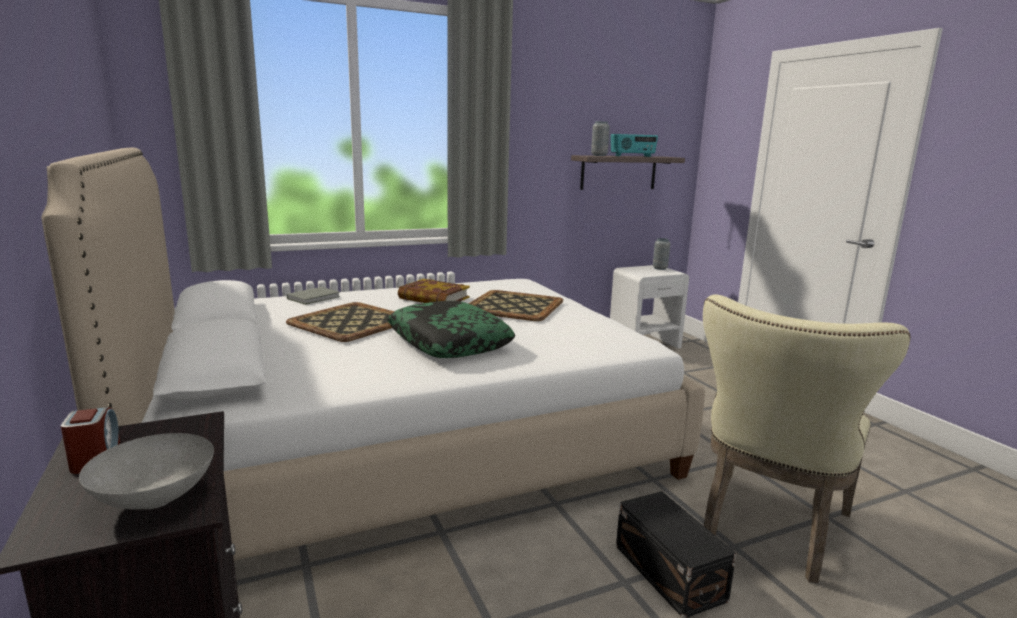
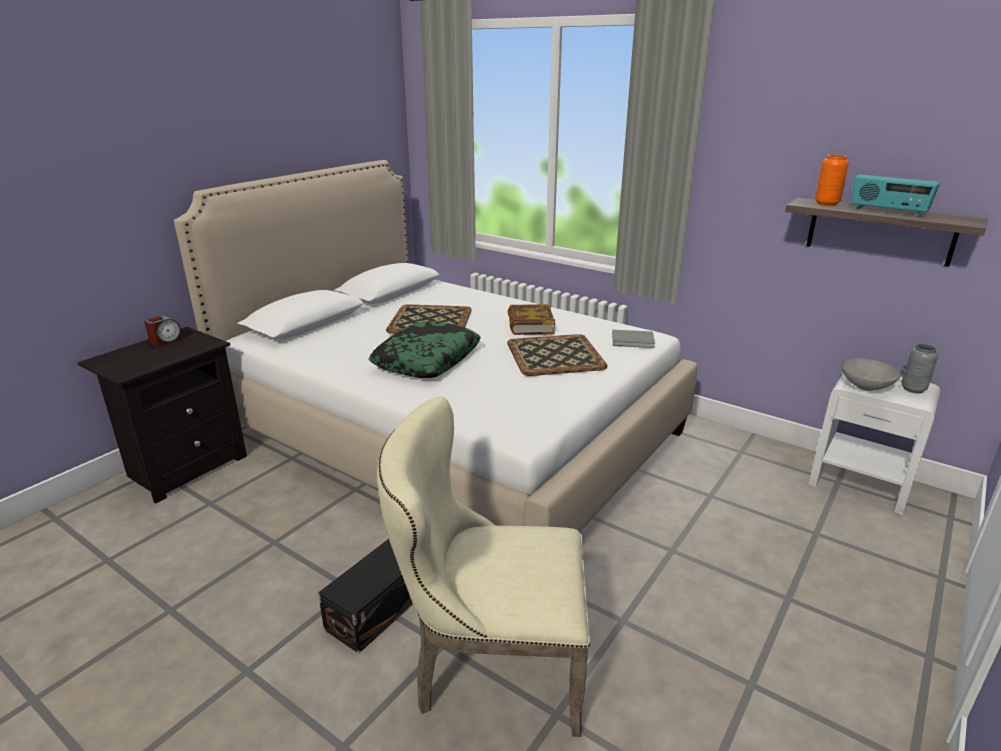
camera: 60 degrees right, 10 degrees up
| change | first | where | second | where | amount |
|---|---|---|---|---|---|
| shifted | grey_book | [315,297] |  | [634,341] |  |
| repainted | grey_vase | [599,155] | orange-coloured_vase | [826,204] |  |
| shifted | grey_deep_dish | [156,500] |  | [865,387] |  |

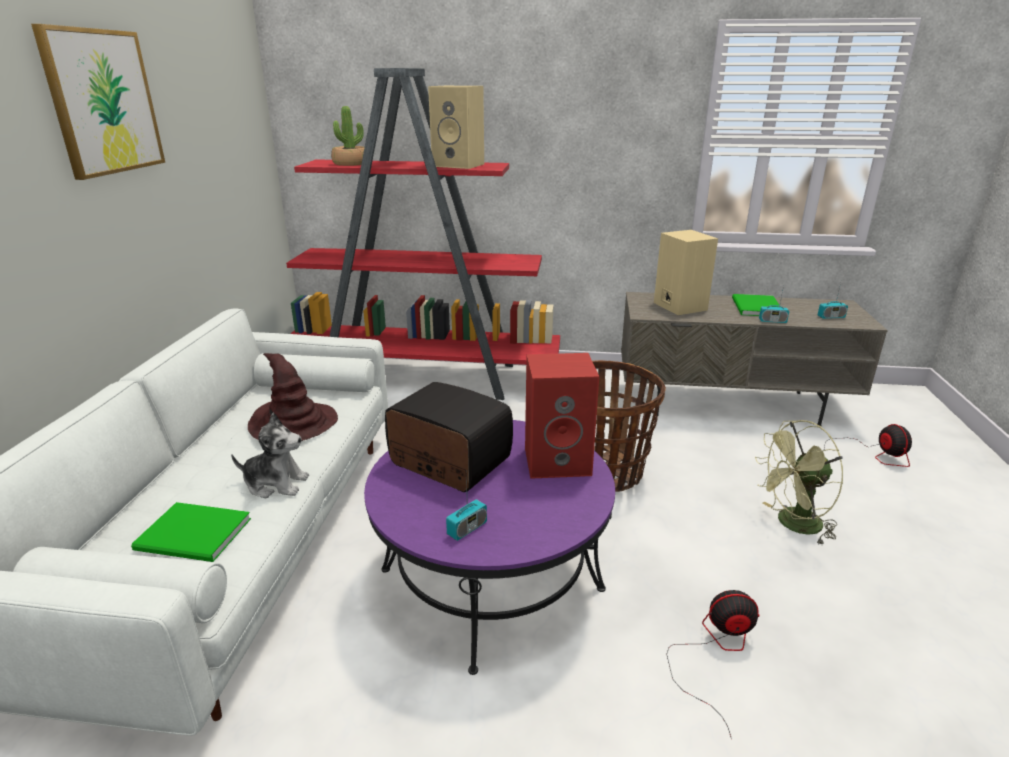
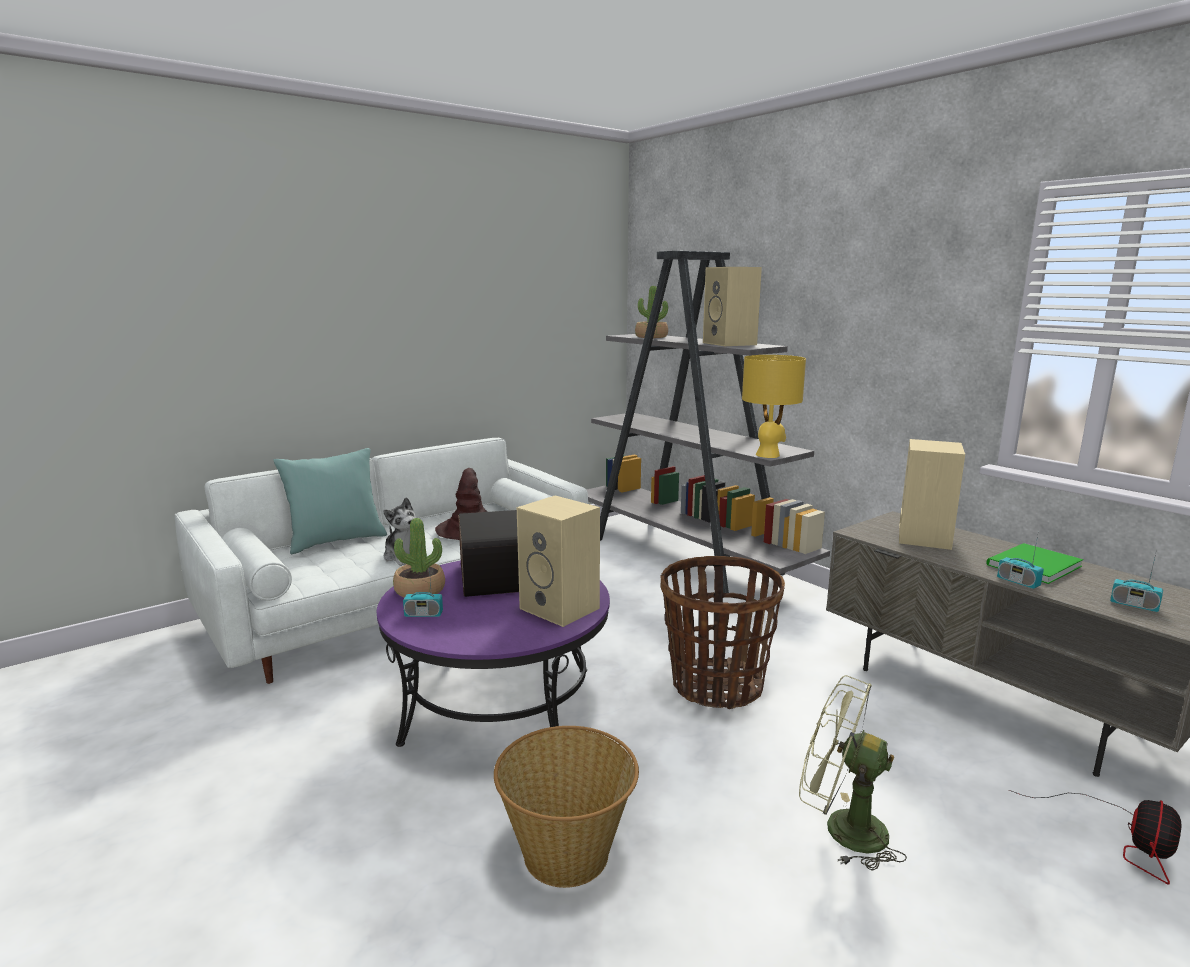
camera: 45 degrees right, 10 degrees down
| change | first | where | second | where | amount |
|---|---|---|---|---|---|
| new |  |  | turquoise-coloured_throw_pillow | [336,541] |  |
| new |  |  | plant_in_a_pot | [419,590] |  |
| swapped | cooling_fan | [716,651] | household_basket | [567,852] |  |
| repainted | red_audio_speaker | [559,461] | beige-coloured_audio_speaker | [562,608] |  |
| repainted | red_bookshelf | [423,377] | grey_bookshelf | [686,557] |  |
| new |  |  | yellowish_table_lamp | [768,455] |  |
| gone | wall_art | [103,102] |  |  |  |
| gone | green-coloured_book | [195,536] |  |  |  |

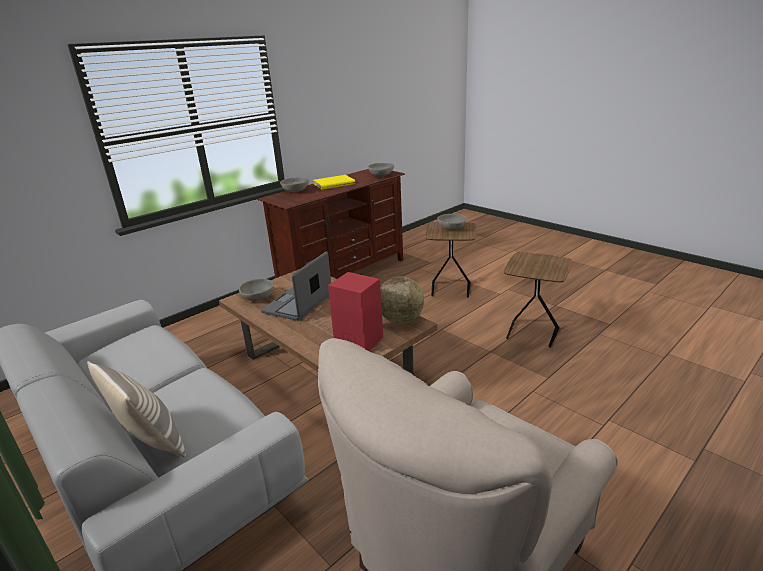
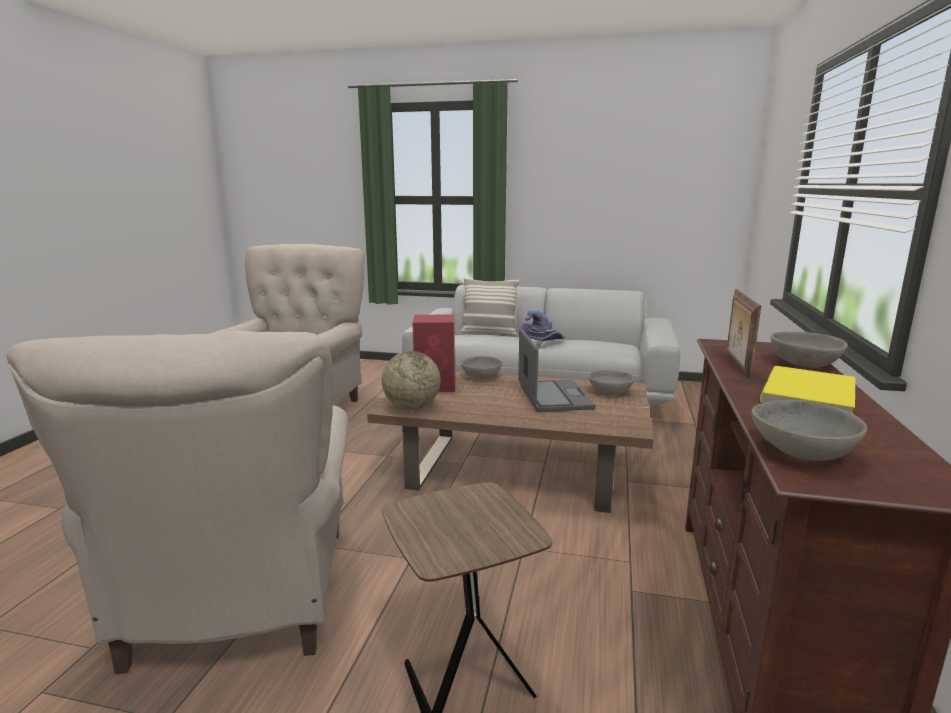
camera: 145 degrees right, 10 degrees down
| change | first | where | second | where | amount |
|---|---|---|---|---|---|
| swapped | brown_accent_table | [532,334] | beige-coloured_lounge_chair | [240,600] |  |
| shifted | grey_deep_dish | [452,228] |  | [480,377] |  |
| new |  |  | purple-coloured_wearable_hat | [542,342] |  |
| new |  |  | picture_frame | [736,365] |  |

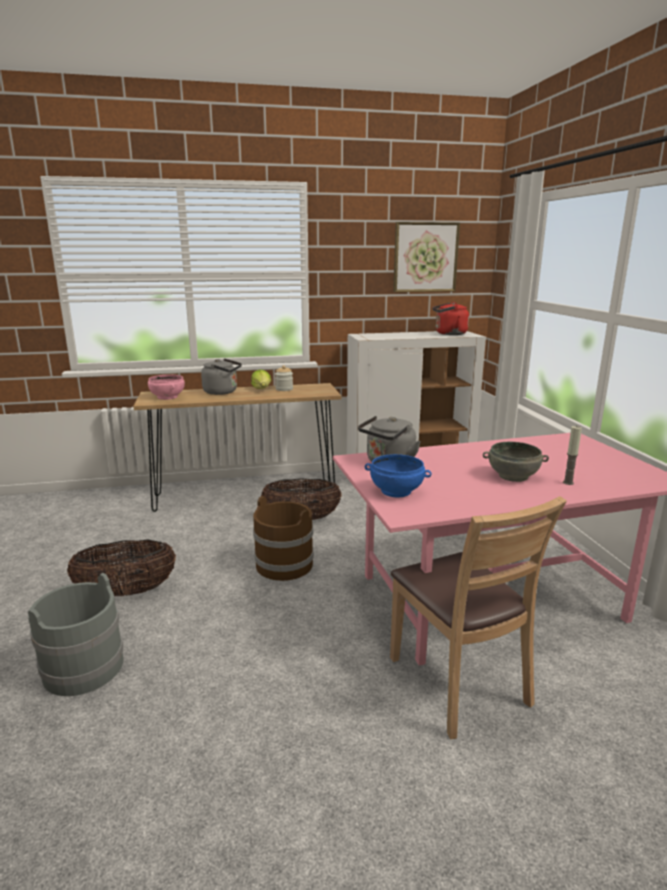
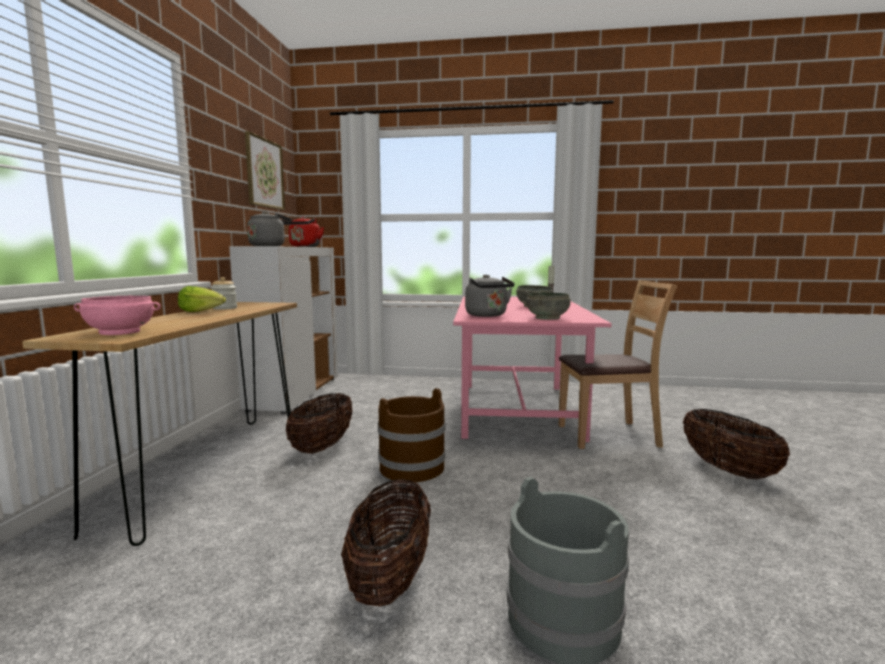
camera: 70 degrees left, 10 degrees down
| change | first | where | second | where | amount |
|---|---|---|---|---|---|
| shifted | grey_tea_kettle | [222,392] |  | [268,246] |  |
| repainted | blue-coloured_deep_dish | [396,491] | grey_deep_dish | [548,318] |  |
| new |  |  | household_basket | [728,470] |  |

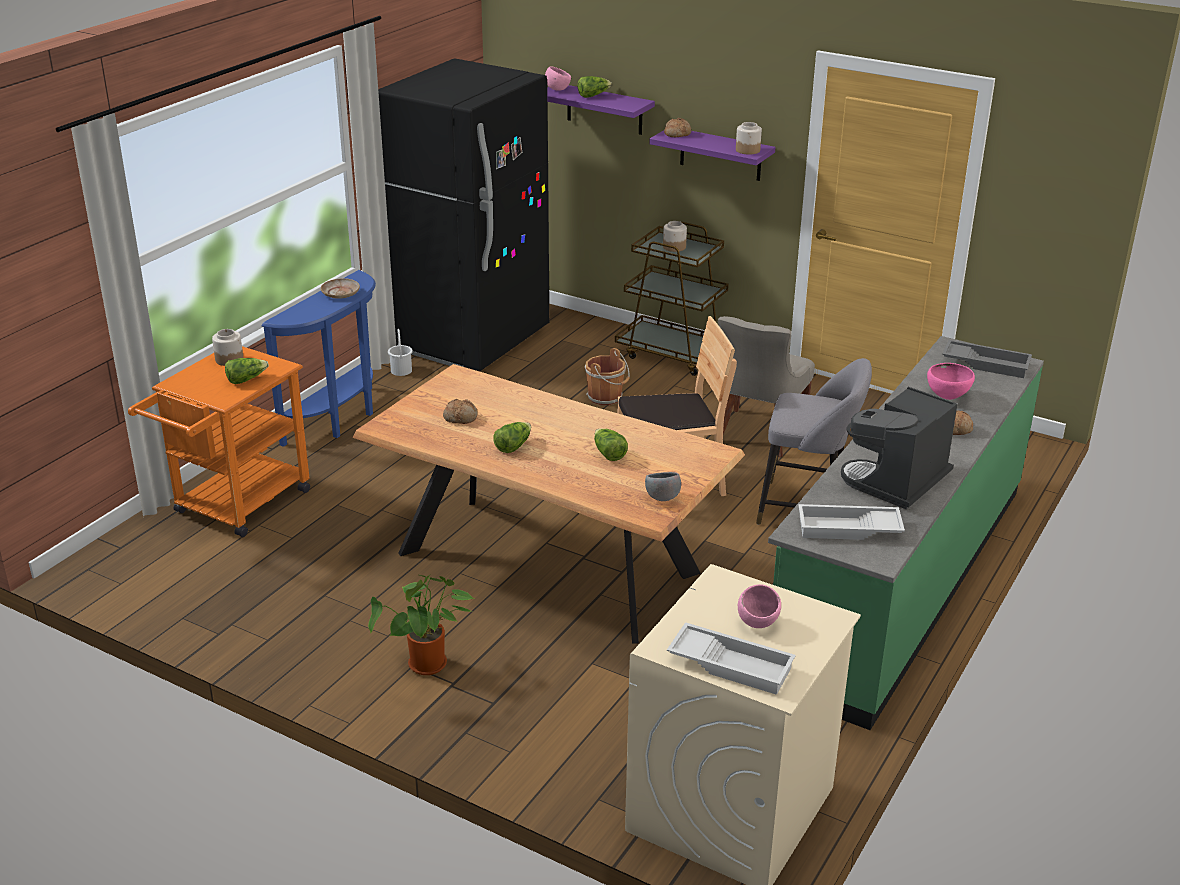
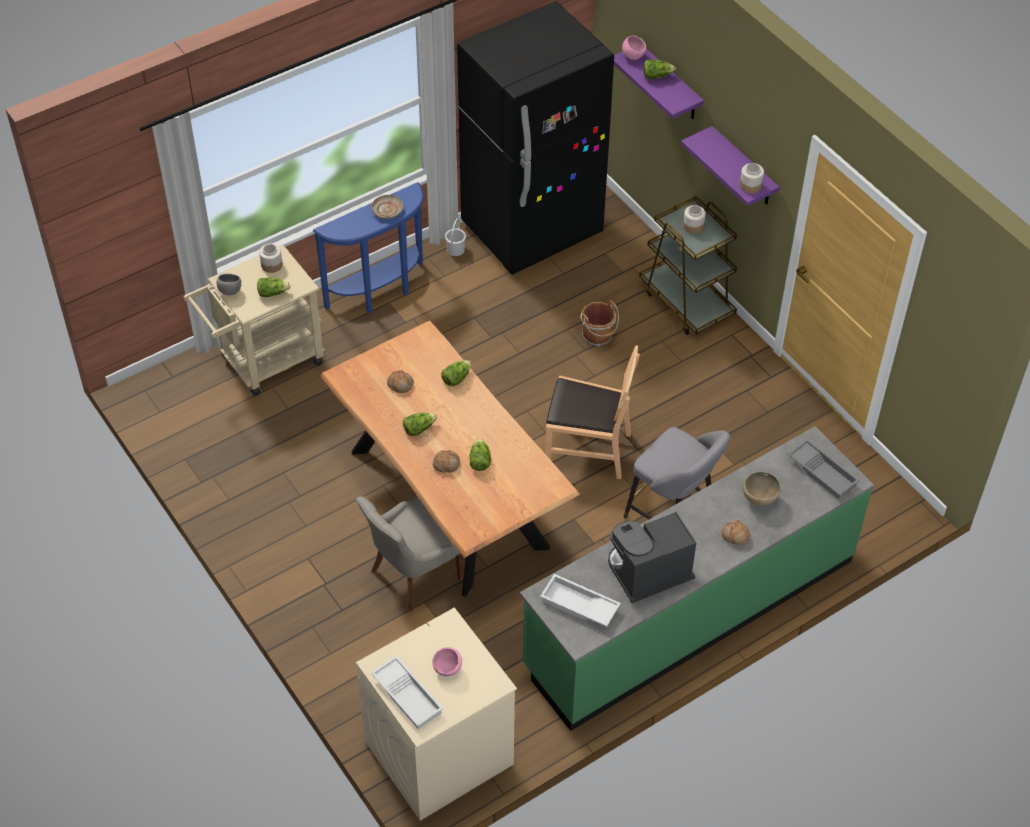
camera: 25 degrees right, 20 degrees up
| change | first | where | second | where | amount |
|---|---|---|---|---|---|
| repainted | orange-coloured_cart | [235,507] | beige-coloured_cart | [264,362] |  |
| shifted | grey_deep_dish | [662,498] |  | [230,291] |  |
| shifted | grey_chair | [758,434] |  | [413,574] |  |
| shifted | bakery_bread | [677,134] |  | [446,464] |  |
| new |  |  | lettuce | [456,378] |  |
| repainted | pinkish_deep_dish | [947,397] | brown_deep_dish | [759,499] |  |
| gone | plant_in_a_pot | [427,668] |  |  |  |

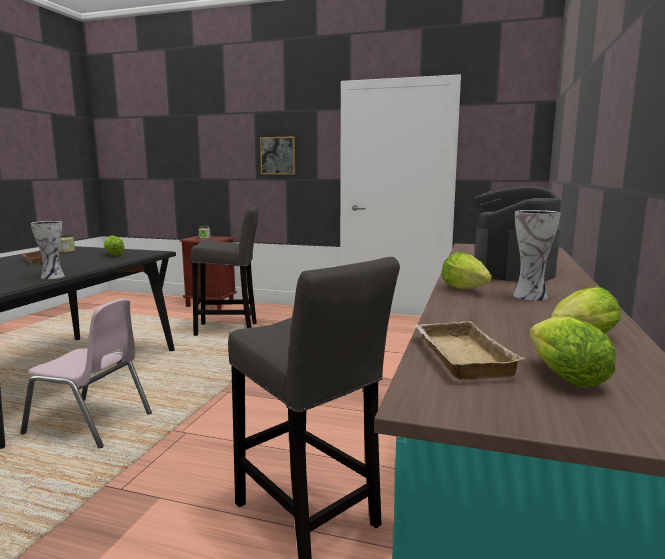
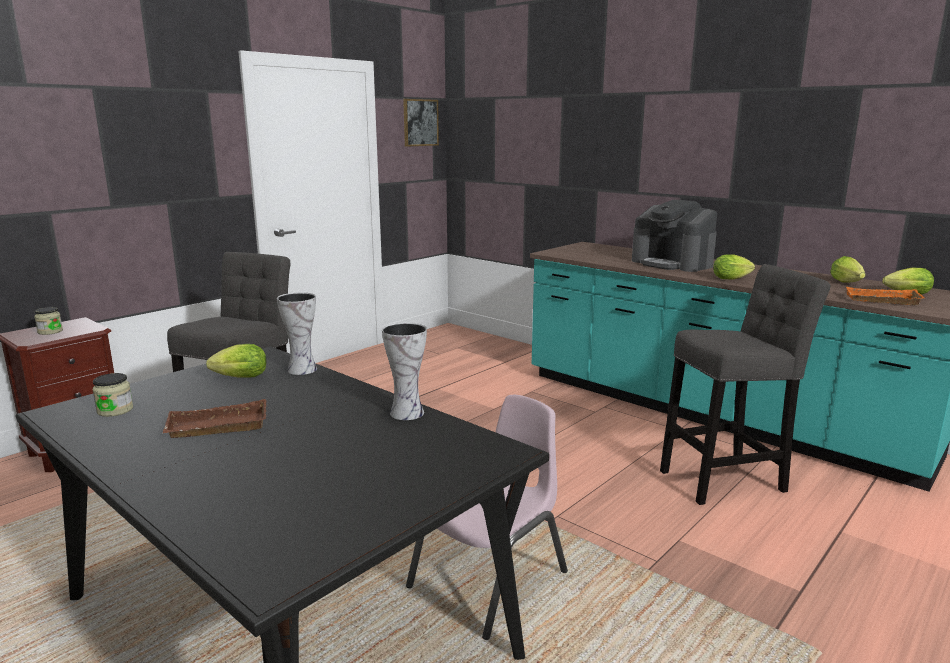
camera: 65 degrees left, 5 degrees up
| change | first | where | second | where | amount |
|---|---|---|---|---|---|
| shifted | vase | [530,296] |  | [301,369] |  |
| shifted | wall_art | [278,155] |  | [420,122] |  |
| repainted | beige-coloured_carrying_tray | [458,356] | orange-coloured_carrying_tray | [881,301] |  |

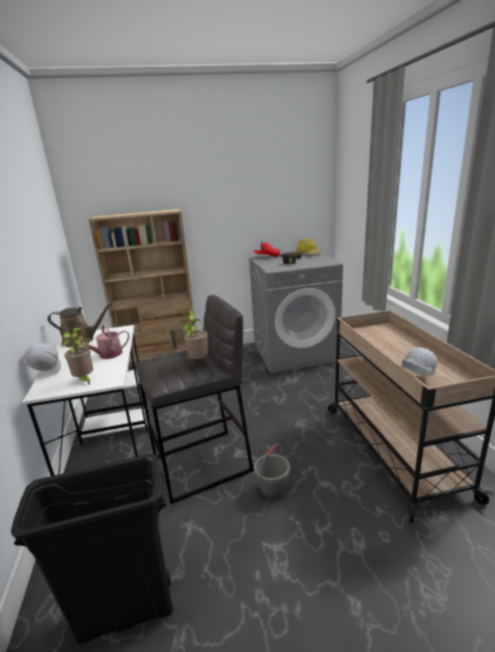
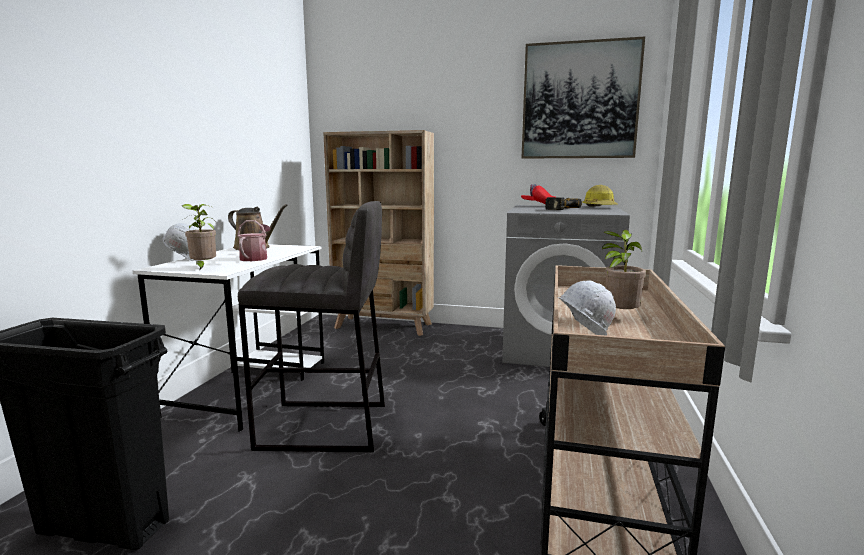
camera: 25 degrees right, 10 degrees down
| change | first | where | second | where | amount |
|---|---|---|---|---|---|
| rotated | watering_pot | [107,355] |  | [255,258] | 105 degrees clockwise |
| new |  |  | wall_art | [579,101] |  |
| shifted | plant_in_a_pot | [197,362] |  | [619,317] |  |
| gone | grey_water_bucket | [272,489] |  |  |  |

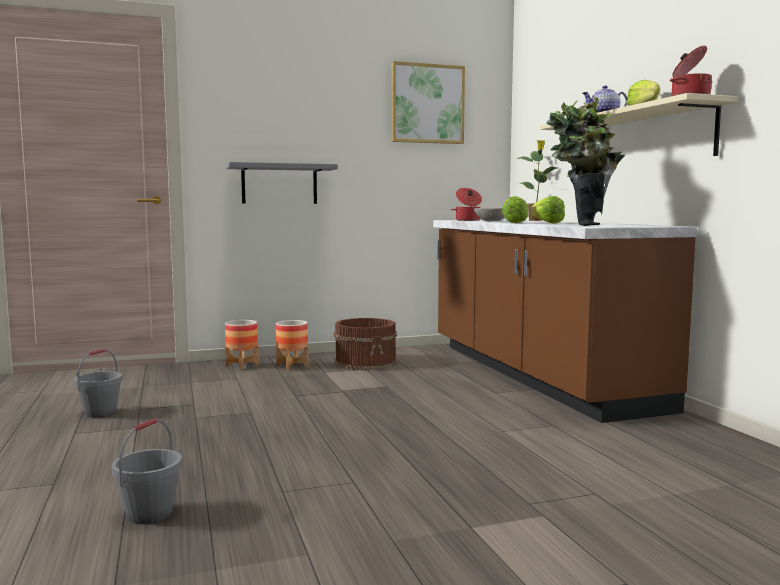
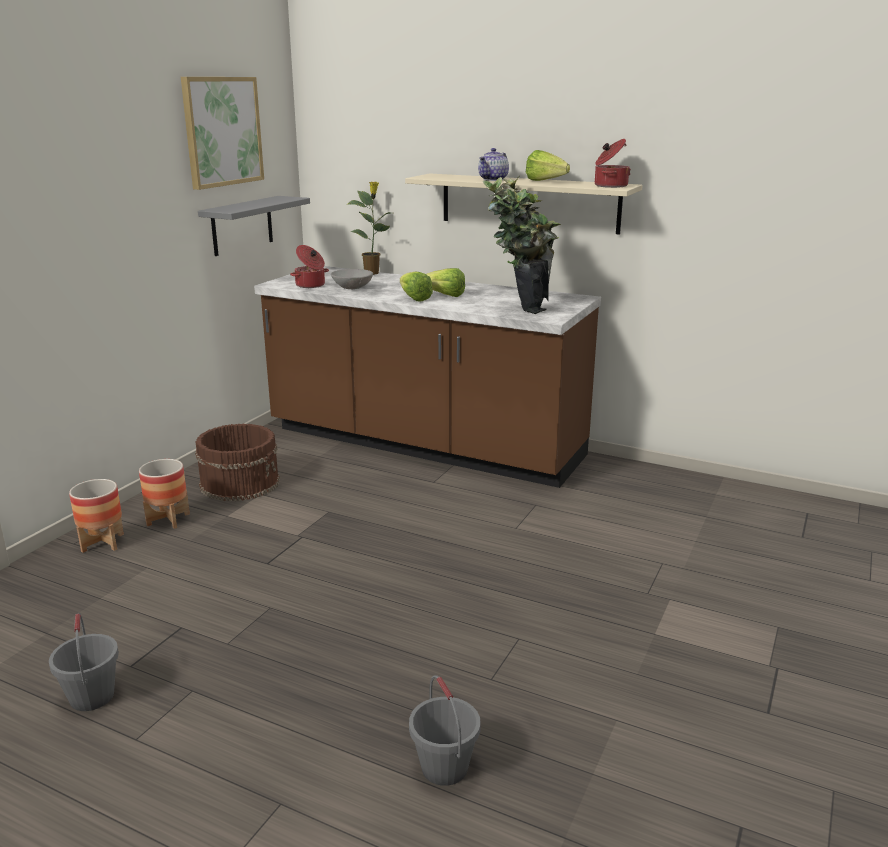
camera: 45 degrees left, 15 degrees up
| change | first | where | second | where | amount |
|---|---|---|---|---|---|
| shifted | grey_wall_shelf | [279,184] |  | [242,225] |  |

